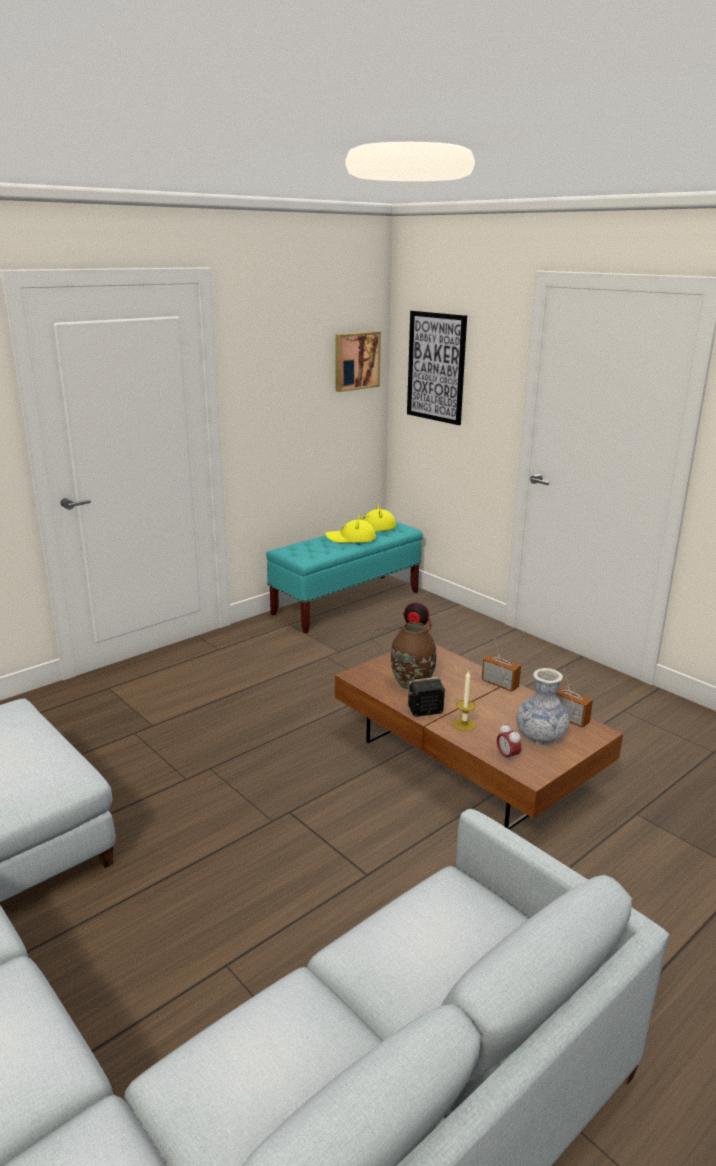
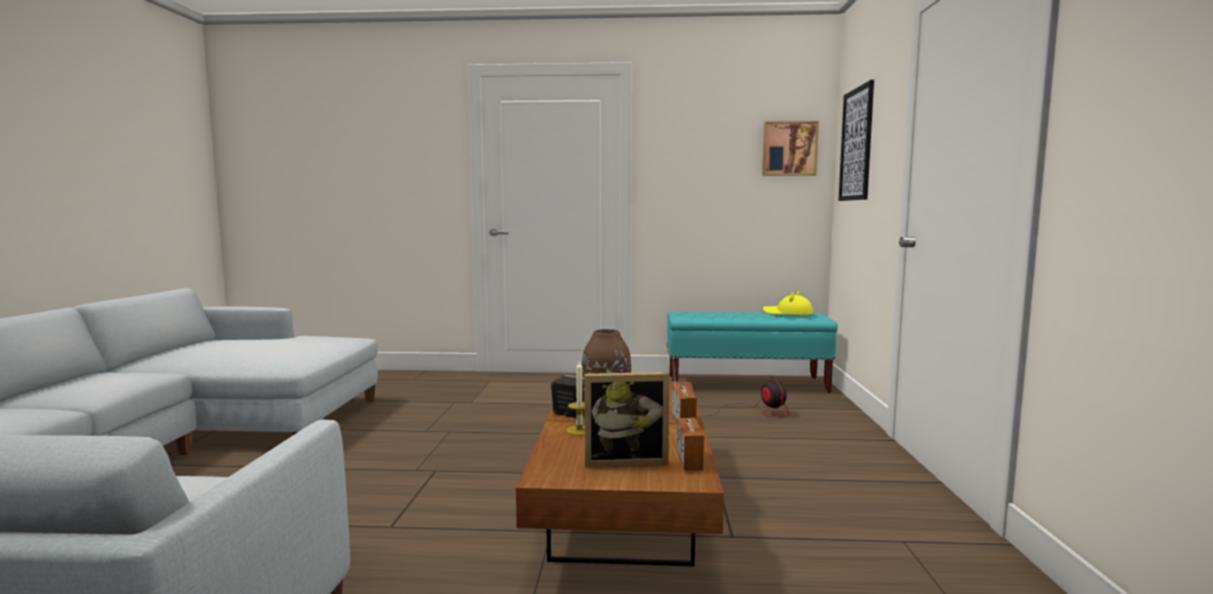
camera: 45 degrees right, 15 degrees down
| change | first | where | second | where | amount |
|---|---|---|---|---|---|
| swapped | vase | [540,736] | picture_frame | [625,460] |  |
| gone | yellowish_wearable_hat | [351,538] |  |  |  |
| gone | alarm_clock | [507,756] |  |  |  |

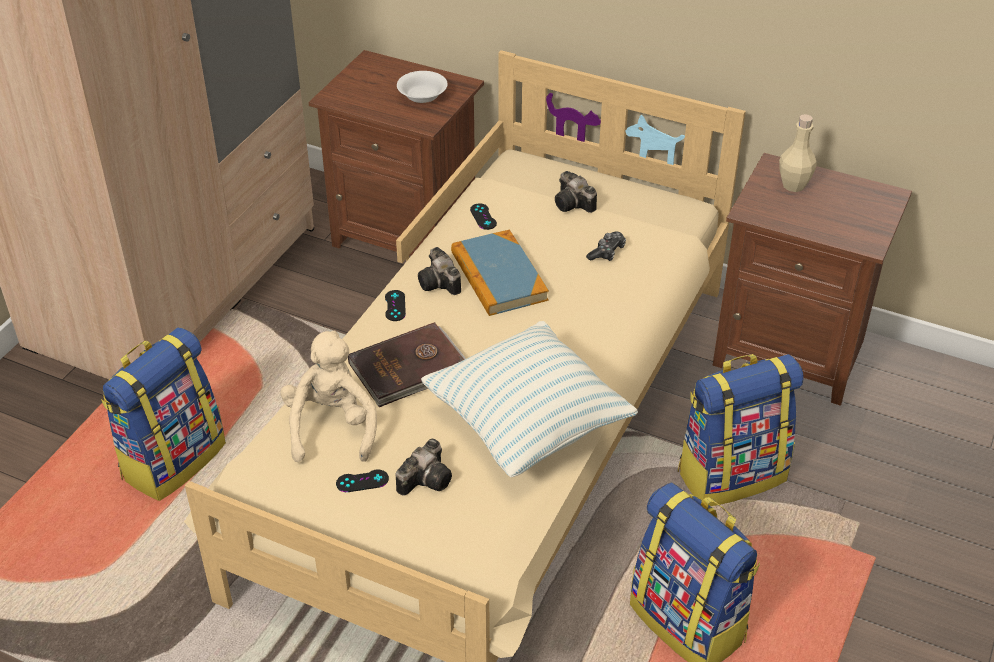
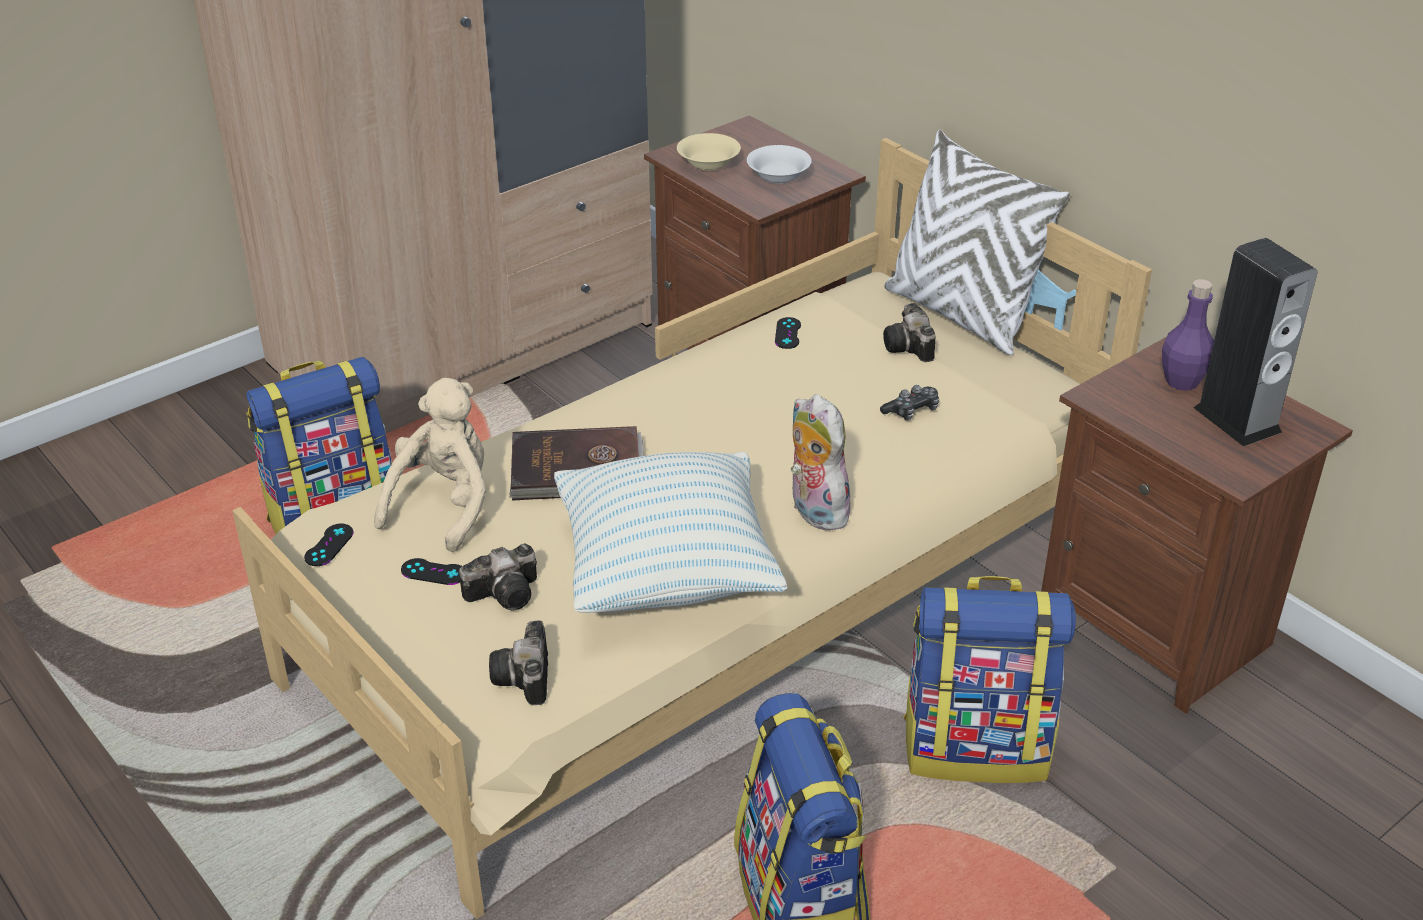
camera: 25 degrees right, 5 degrees down
| change | first | where | second | where | amount |
|---|---|---|---|---|---|
| shifted | black-coloured_gamepad | [395,306] |  | [329,545] |  |
| shifted | still_camera | [440,284] |  | [525,680] |  |
| new |  |  | beige-coloured_deep_dish | [707,163] |  |
| new |  |  | soft_toy | [814,511] |  |
| new |  |  | white_throw_pillow | [960,315] |  |
| repainted | beige-coloured_beverage_bottle | [793,185] | purple-coloured_beverage_bottle | [1182,381] |  |
| new |  |  | audio_speaker | [1237,419] |  |
| gone | book | [498,276] |  |  |  |

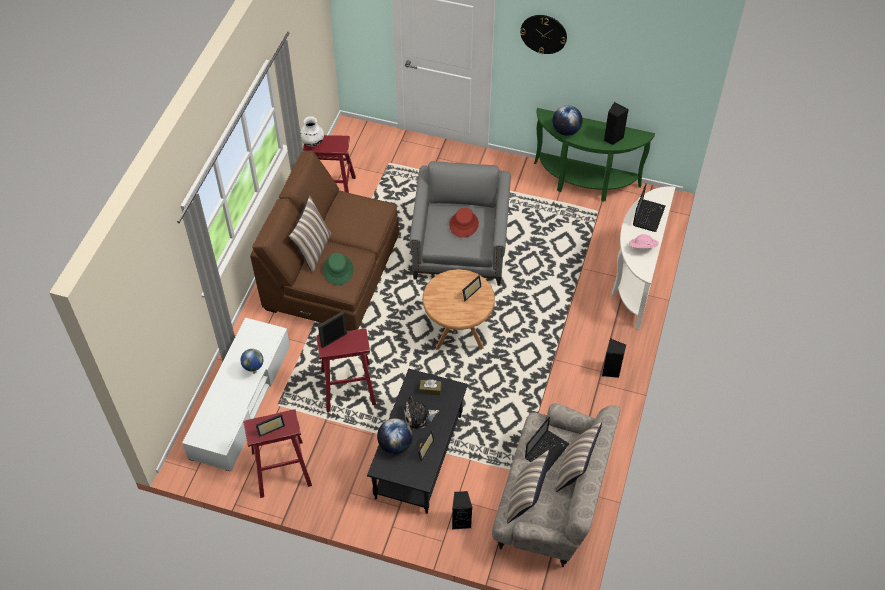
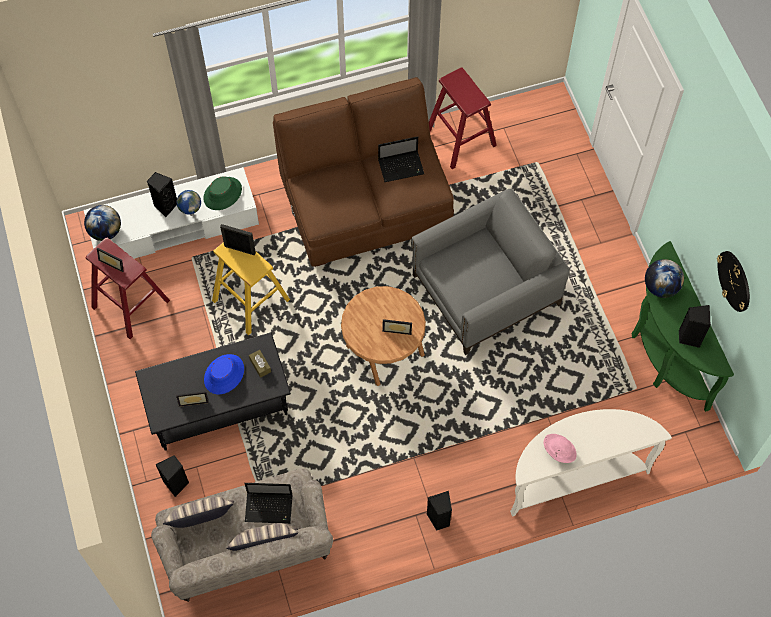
camera: 55 degrees right, 10 degrees up
| change | first | where | second | where | amount |
|---|---|---|---|---|---|
| shifted | desk_globe | [395,445] |  | [105,231] |  |
| new |  |  | black-coloured_audio_speaker | [165,206] |  |
| shifted | green-coloured_wearable_hat | [338,270] |  | [222,194] |  |
| swapped | soft_toy | [419,417] | blue-coloured_wearable_hat | [224,374] |  |
| repainted | red_stool | [348,387] | yellowish_stool | [251,300] |  |
| shifted | notebook_computer | [648,215] |  | [402,167] |  |
| shifted | wall_clock | [543,34] |  | [734,281] |  |
| gone | throw_pillow | [313,250] |  |  |  |
| gone | white_vase | [312,142] |  |  |  |
| gone | red_wearable_hat | [463,224] |  |  |  |

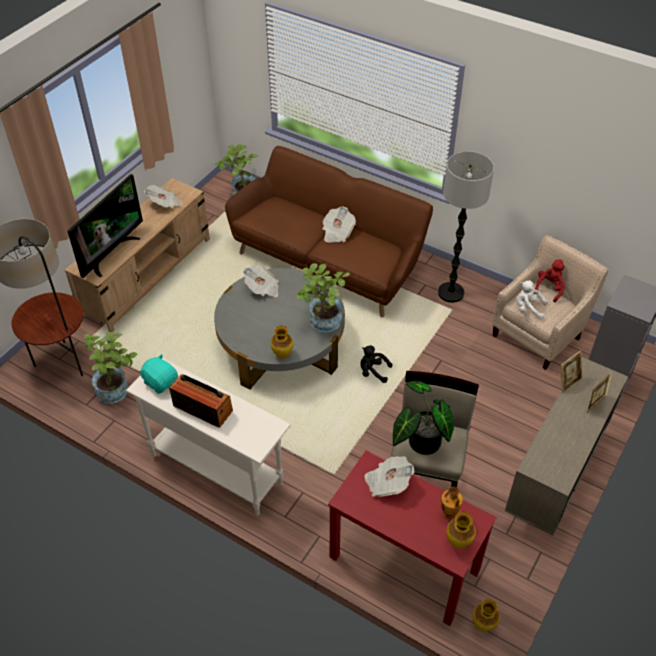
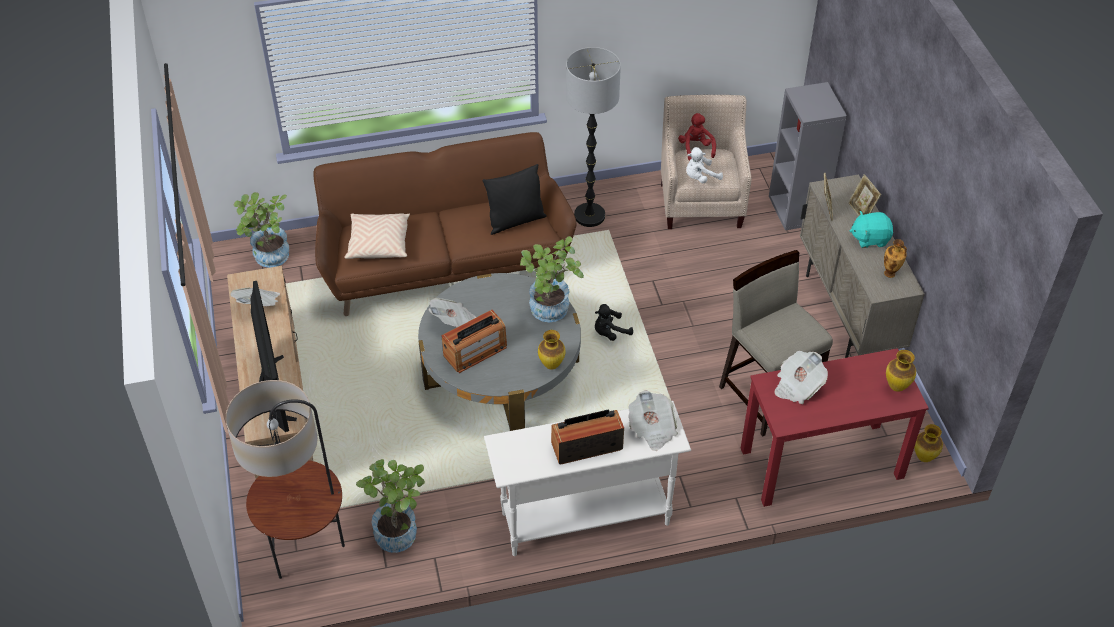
camera: 45 degrees left, 0 degrees up
| change | first | where | second | where | amount |
|---|---|---|---|---|---|
| new |  |  | beige-coloured_throw_pillow | [378,243] |  |
| new |  |  | radio_receiver | [475,351] |  |
| new |  |  | black-coloured_throw_pillow | [515,221] |  |
| shifted | newspaper | [337,232] |  | [652,429] |  |
| shifted | turquoise-coloured_soft_toy | [161,382] |  | [870,238] |  |
| shifted | vase | [448,514] |  | [890,274] |  |
| gone | plant_in_a_pot | [420,442] |  |  |  |

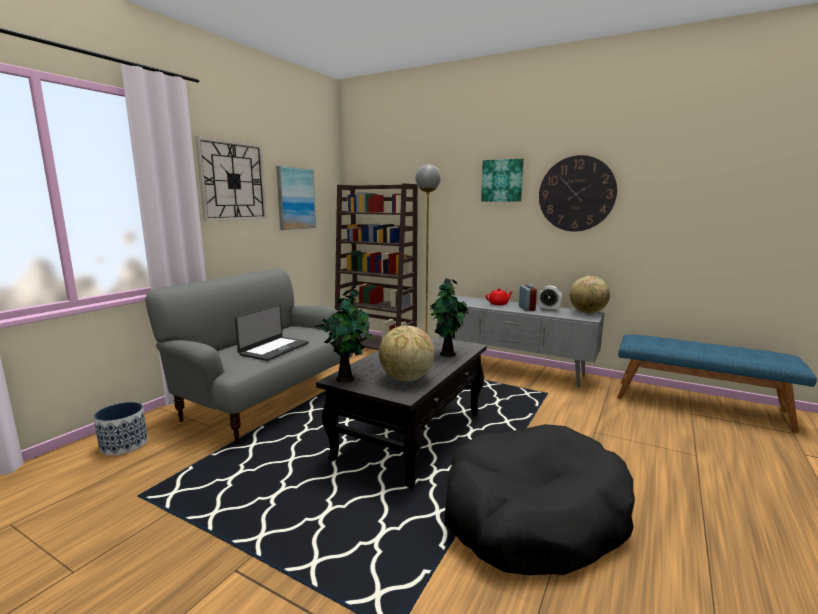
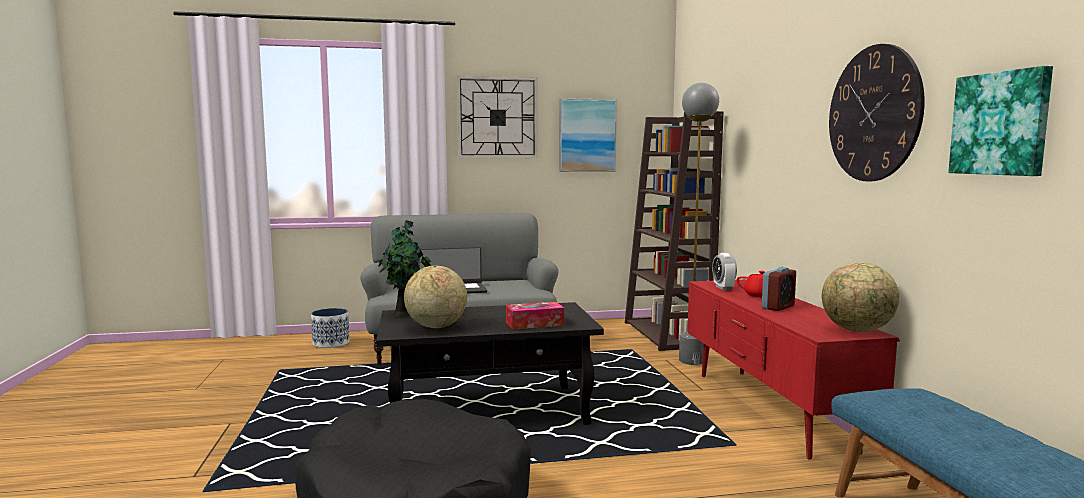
camera: 50 degrees right, 5 degrees down
| change | first | where | second | where | amount |
|---|---|---|---|---|---|
| swapped | plant_in_a_pot | [448,354] | tissue_holder | [534,324] |  |
| repainted | grey_tv_stand | [515,370] | red_tv_stand | [768,410] |  |
| shifted | alarm_clock | [549,310] |  | [723,288] |  |
| shifted | wall_art | [502,180] |  | [1001,124] |  |

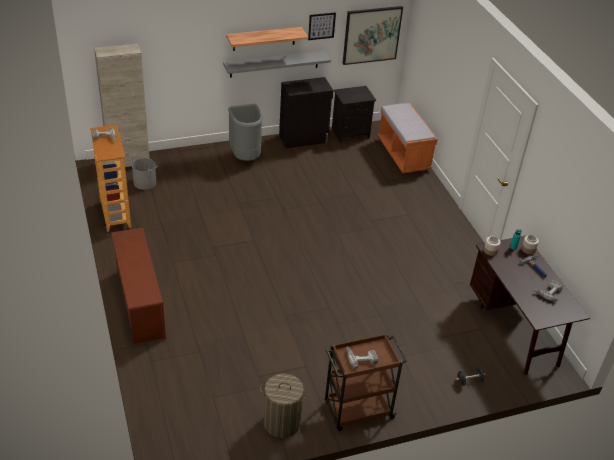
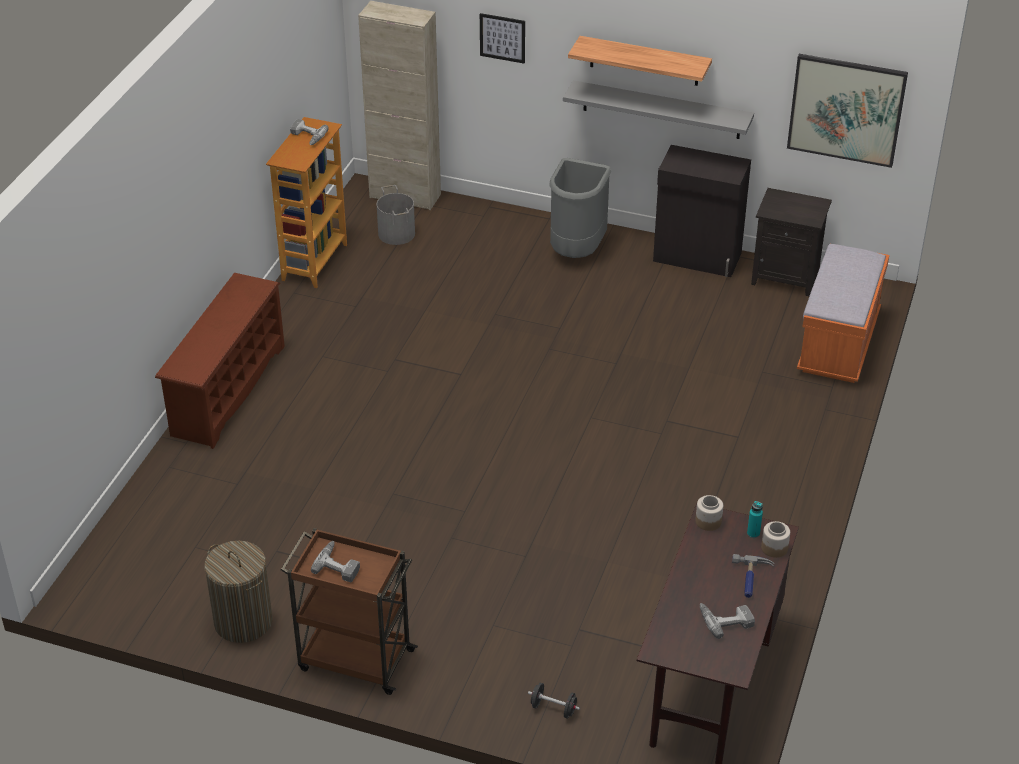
camera: 40 degrees right, 0 degrees up
| change | first | where | second | where | amount |
|---|---|---|---|---|---|
| shifted | wall_art | [321,26] |  | [502,38] |  |

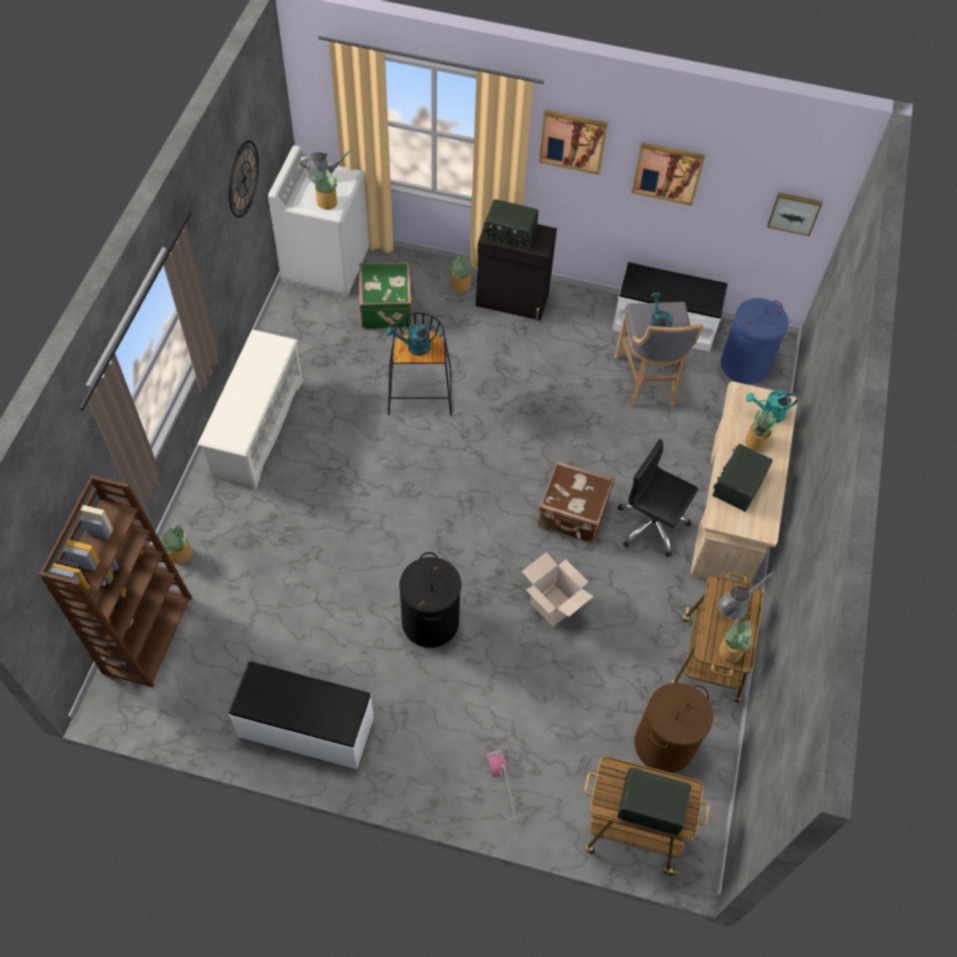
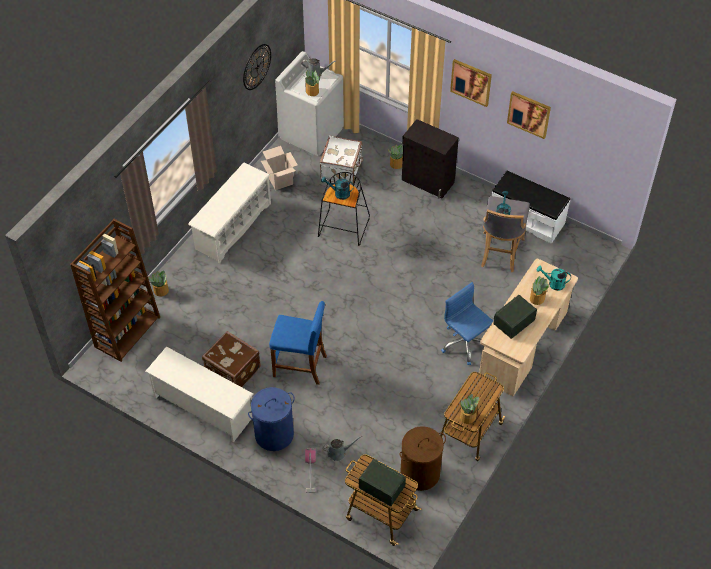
camera: 20 degrees right, 5 degrees down
| change | first | where | second | where | amount |
|---|---|---|---|---|---|
| swapped | white_bench | [306,728] | white_shoe_stand | [203,407] |  |
| shifted | brown_travel_case | [573,515] |  | [232,371] |  |
| shifted | blue-coloured_laundry_basket | [744,365] |  | [274,434] |  |
| shifted | packing_box | [553,605] |  | [280,180] |  |
| swapped | black-coloured_laundry_basket | [430,622] | blue-coloured_stool | [300,366] |  |
| repainted | green-coloured_travel_case | [387,308] | white_travel_case | [342,169] |  |
| shifted | grey_watering_pot | [735,605] |  | [338,452] |  |
| repainted | black-coloured_computer_chair | [651,525] | blue-coloured_computer_chair | [465,343] |  |
| gone | radio_receiver | [509,234] |  |  |  |
| gone | wall_art | [794,212] |  |  |  |

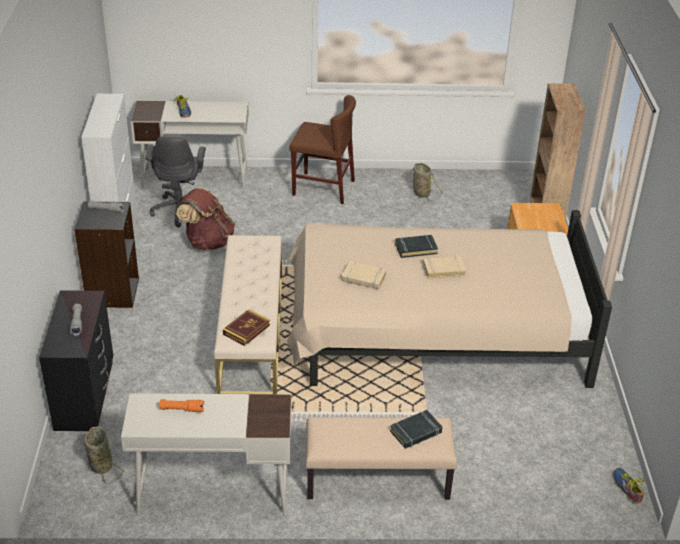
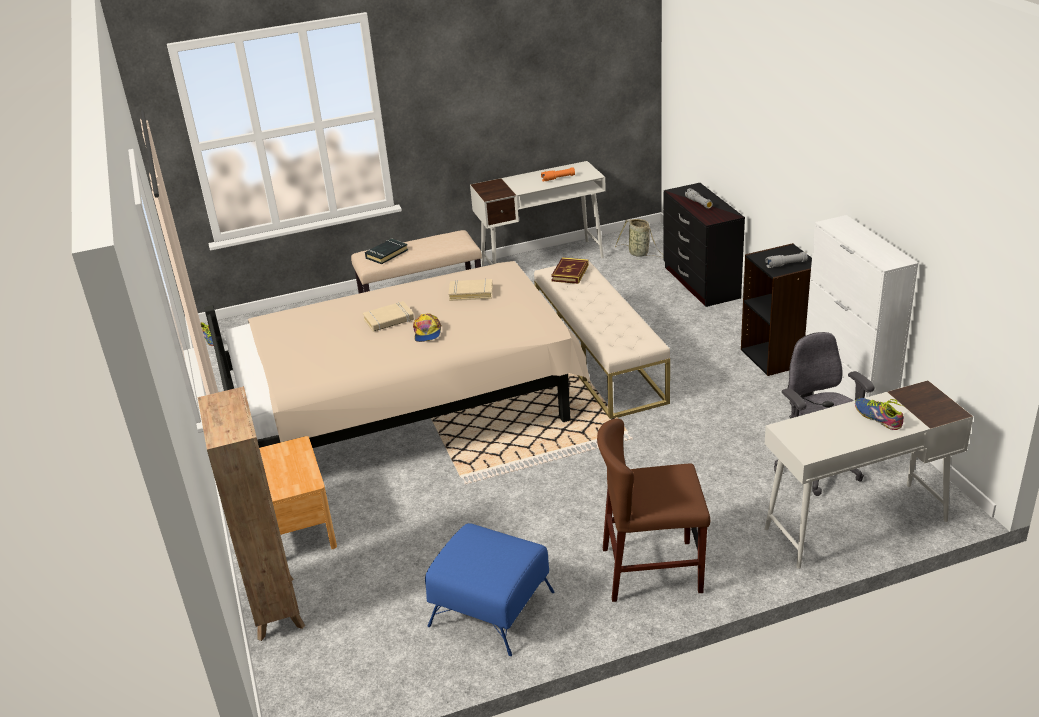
camera: 165 degrees right, 5 degrees down
| change | first | where | second | where | amount |
|---|---|---|---|---|---|
| swapped | black-coloured_book | [416,248] | peaked_cap | [427,332] |  |
| swapped | household_basket | [420,193] | blue-coloured_ottoman | [492,609] |  |
| gone | brown_rucksack | [208,242] |  |  |  |

